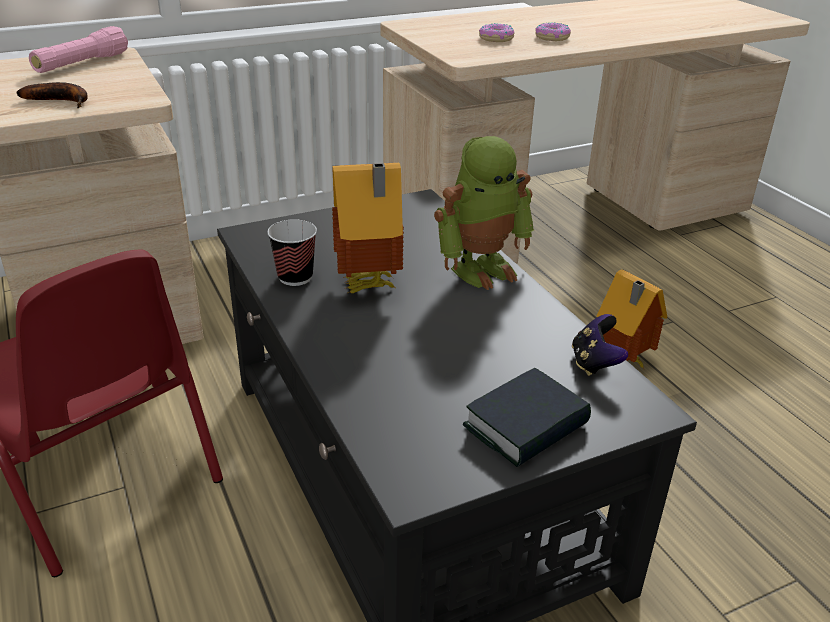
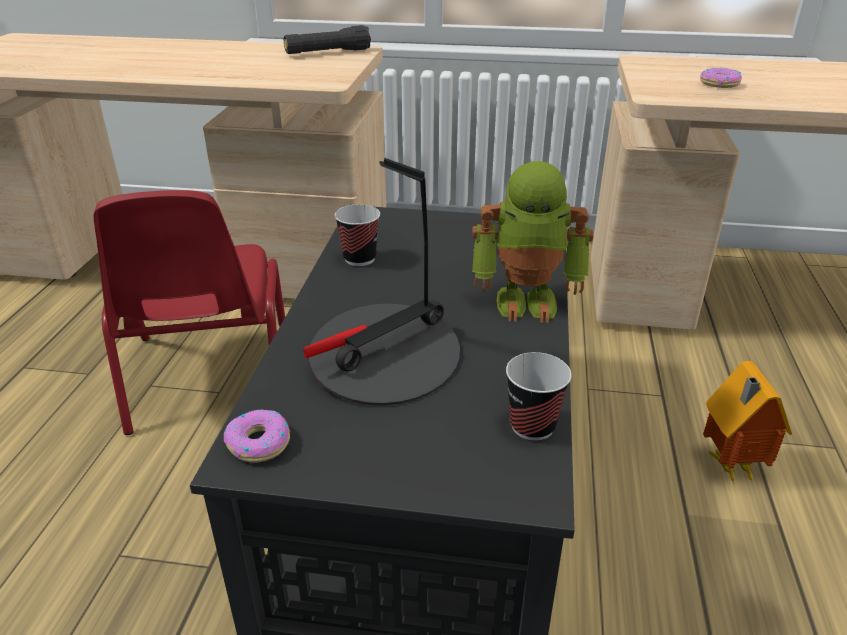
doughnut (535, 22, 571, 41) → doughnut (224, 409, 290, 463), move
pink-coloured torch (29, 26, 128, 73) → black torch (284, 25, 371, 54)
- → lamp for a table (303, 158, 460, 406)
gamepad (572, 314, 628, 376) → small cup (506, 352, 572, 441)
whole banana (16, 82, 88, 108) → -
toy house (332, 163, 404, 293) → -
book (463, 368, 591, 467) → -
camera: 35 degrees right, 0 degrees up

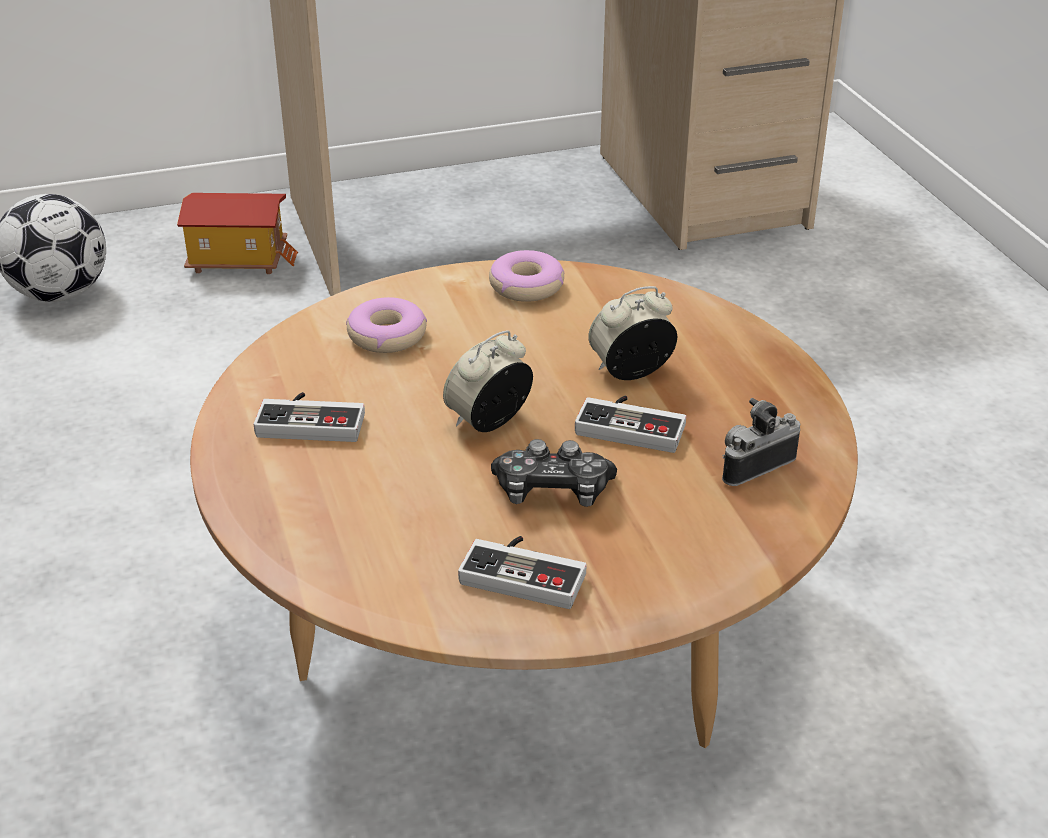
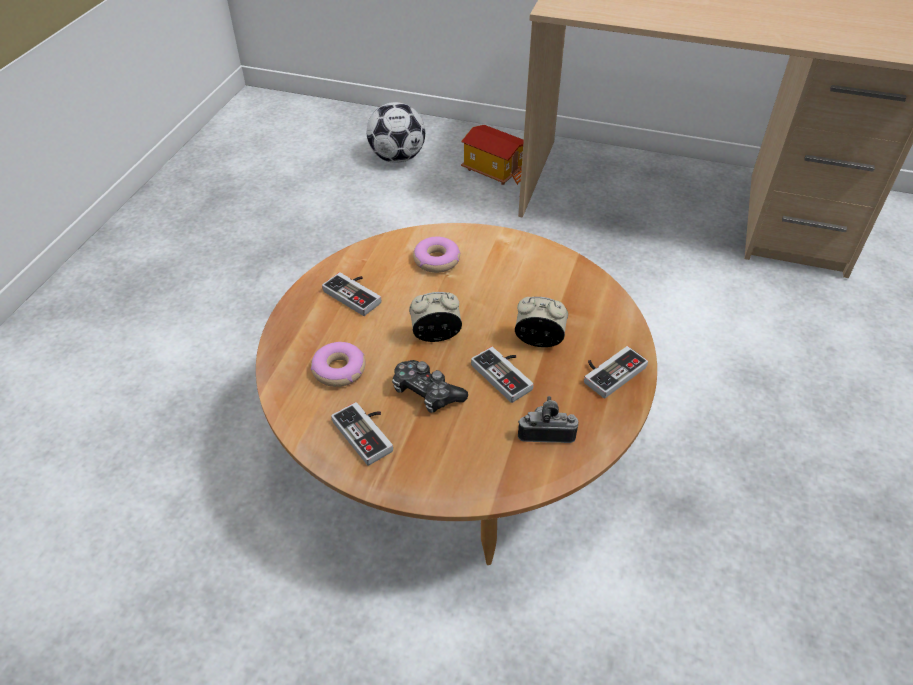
doughnut (489, 250, 564, 302) → doughnut (311, 342, 366, 387), move
- → gamepad (584, 346, 648, 398)
camera: 35 degrees right, 10 degrees up

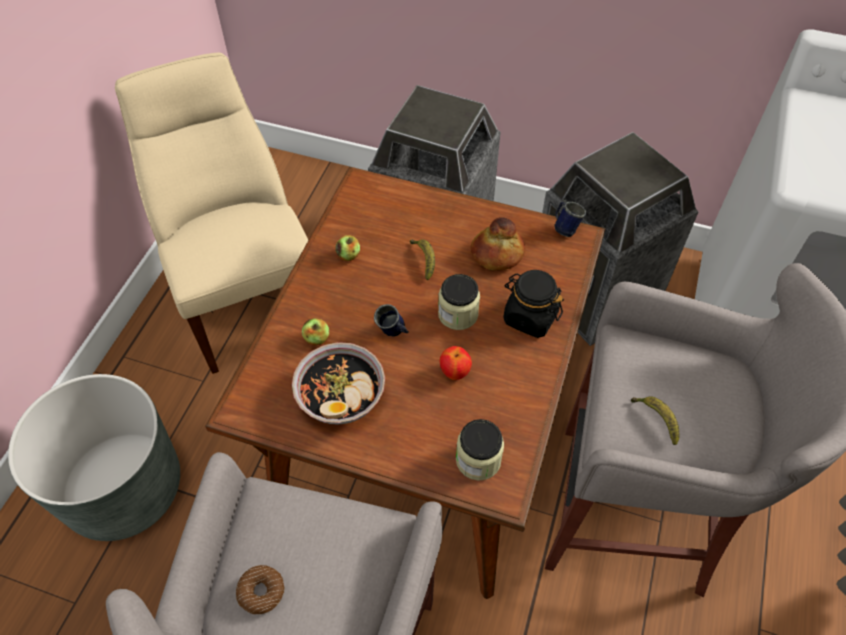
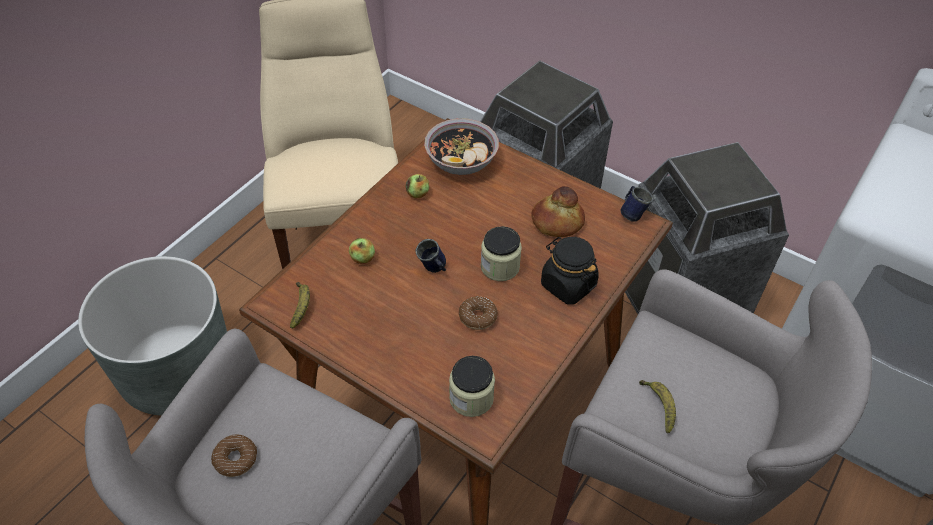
whole banana (410, 239, 435, 280) → whole banana (290, 282, 310, 328), move
serving bowl (292, 342, 385, 425) → serving bowl (424, 118, 499, 175), move
whole apple (440, 346, 472, 380) → doughnut (459, 296, 498, 330)
camera: 15 degrees right, 5 degrees down

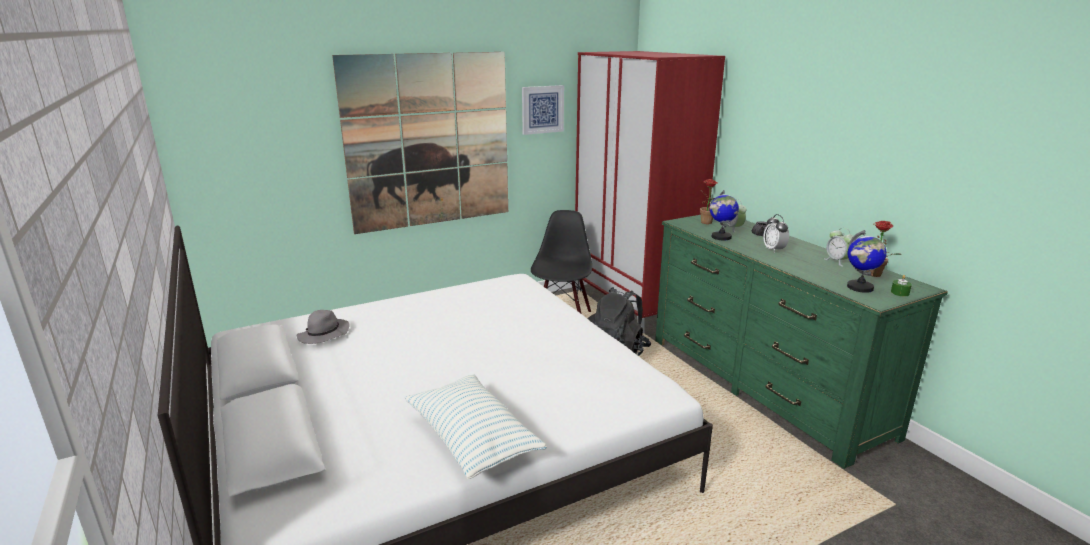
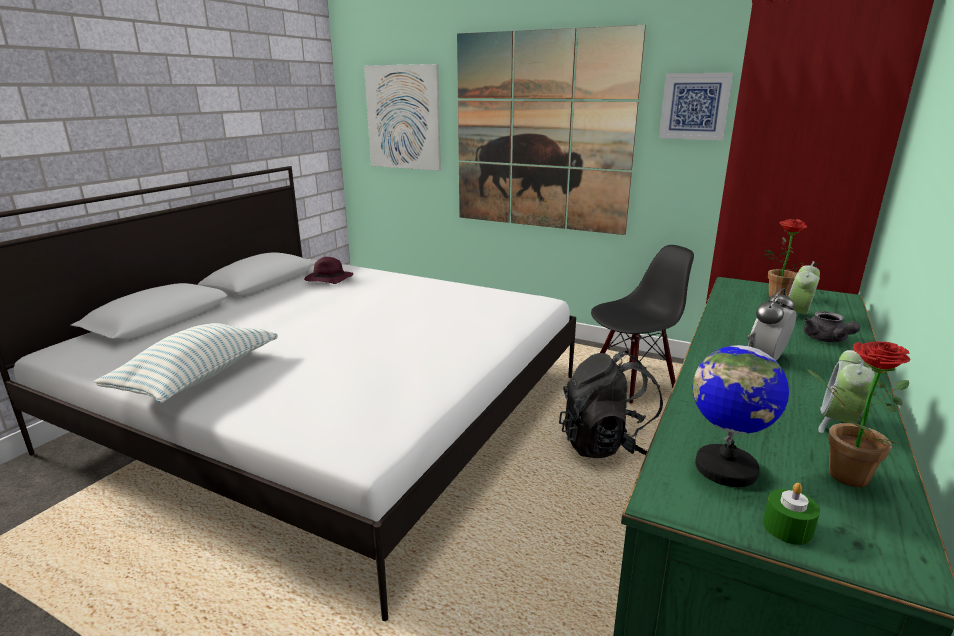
grey hat (296, 310, 349, 344) → purplish hat (304, 257, 353, 284)
- → wall picture (364, 64, 441, 171)
desk globe (710, 190, 739, 240) → -
camera: 55 degrees right, 0 degrees up

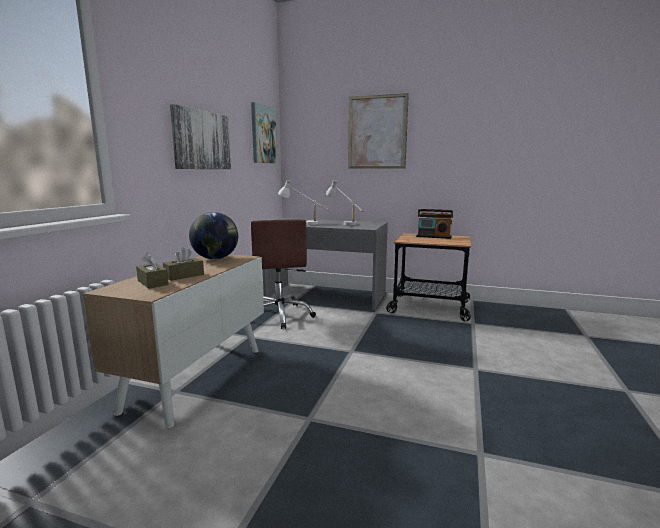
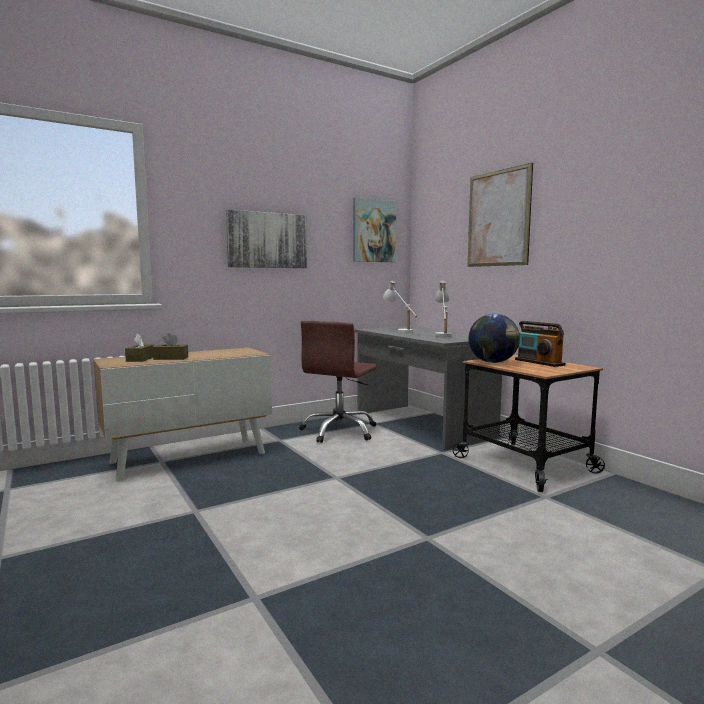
desk globe (189, 212, 238, 259) → desk globe (469, 314, 520, 363), move
camera: 40 degrees right, 5 degrees down

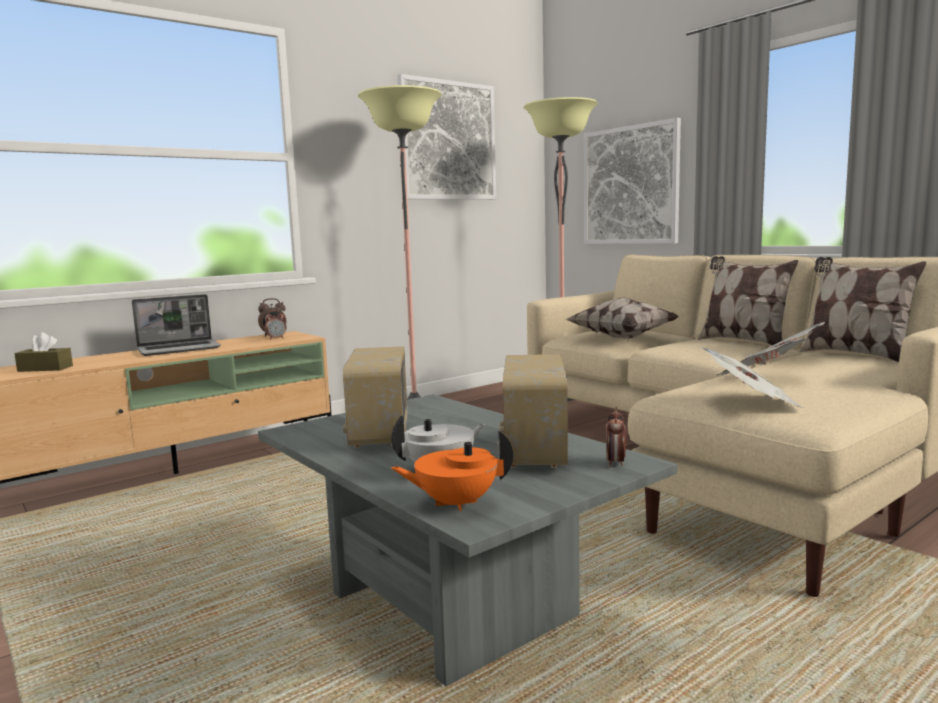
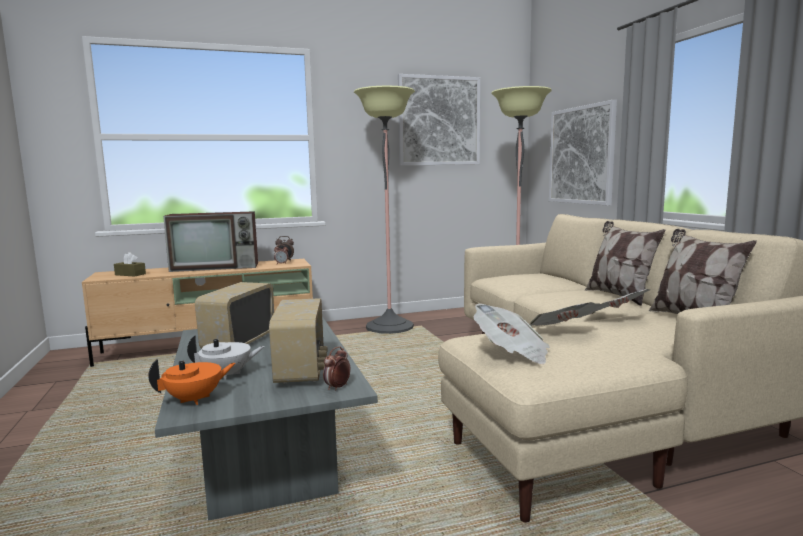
orange pot for tea (391, 430, 513, 511) → orange pot for tea (148, 359, 236, 405), 135 degrees clockwise
notebook computer (132, 294, 221, 356) → television (163, 211, 258, 272)
radio receiver (497, 354, 568, 468) → radio receiver (269, 298, 328, 384), 150 degrees clockwise
throw pillow (566, 297, 679, 339) → -
camera: 20 degrees right, 0 degrees up

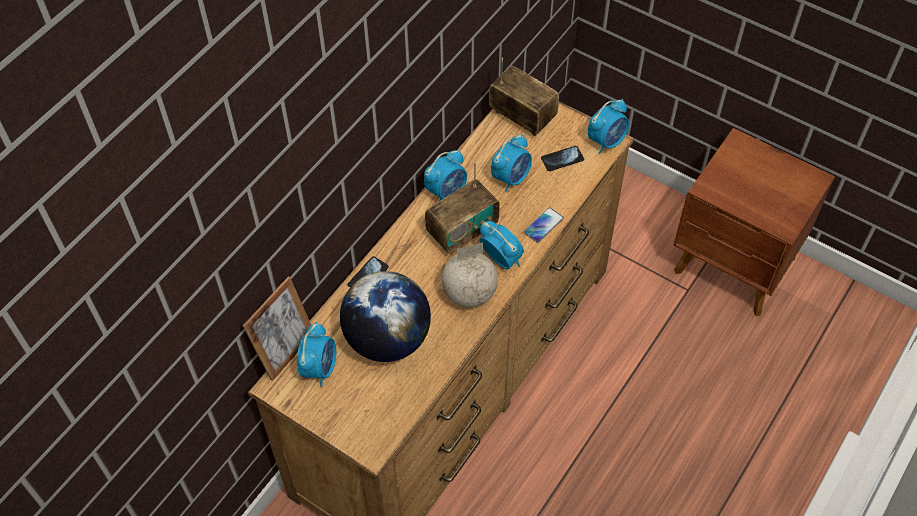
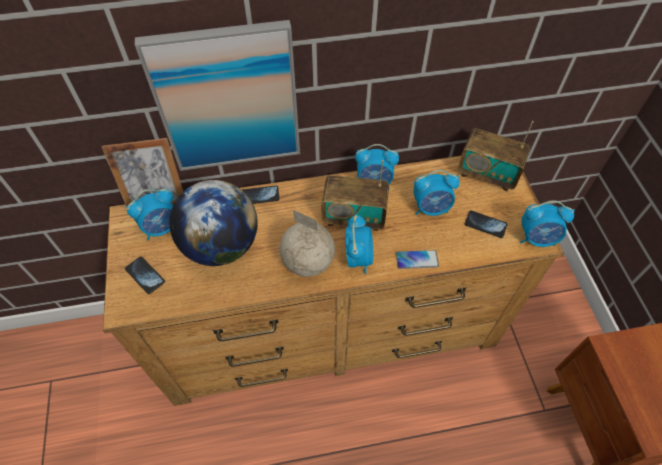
- → phone (125, 257, 165, 294)
- → wall picture (135, 20, 300, 171)
radio receiver (489, 57, 559, 136) → radio receiver (458, 121, 534, 192), 120 degrees clockwise
camera: 45 degrees right, 0 degrees up

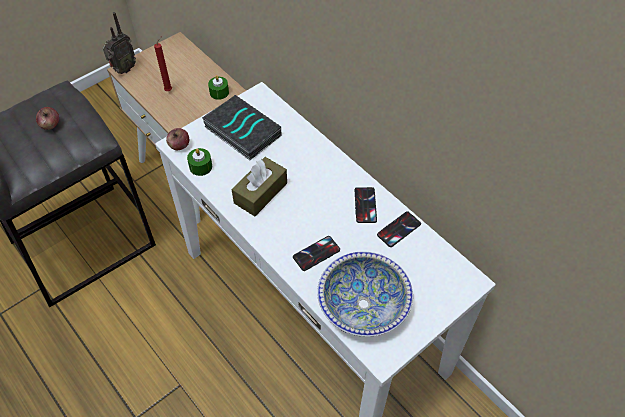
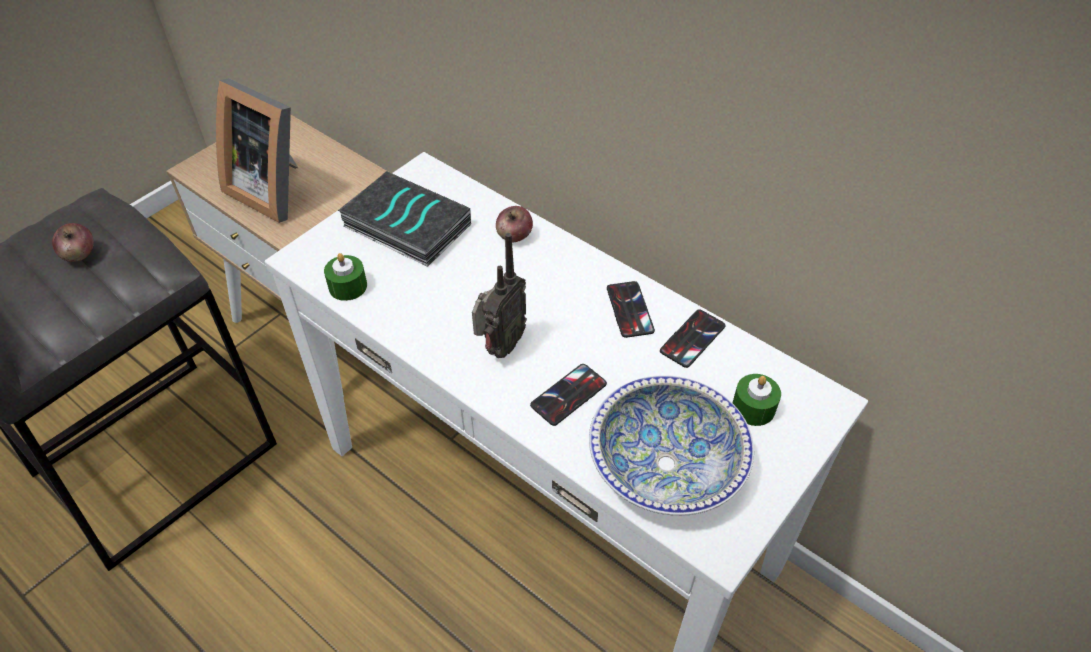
red candle (154, 36, 172, 91) → photo frame (216, 78, 298, 223)
radio receiver (103, 12, 136, 74) → radio receiver (472, 233, 527, 358), move
whole apple (166, 128, 189, 150) → whole apple (496, 206, 533, 242), move
green-coloured candle (208, 75, 229, 100) → green-coloured candle (732, 374, 781, 426), move
brownish tissue box (232, 157, 287, 216) → -
camera: 10 degrees left, 5 degrees down

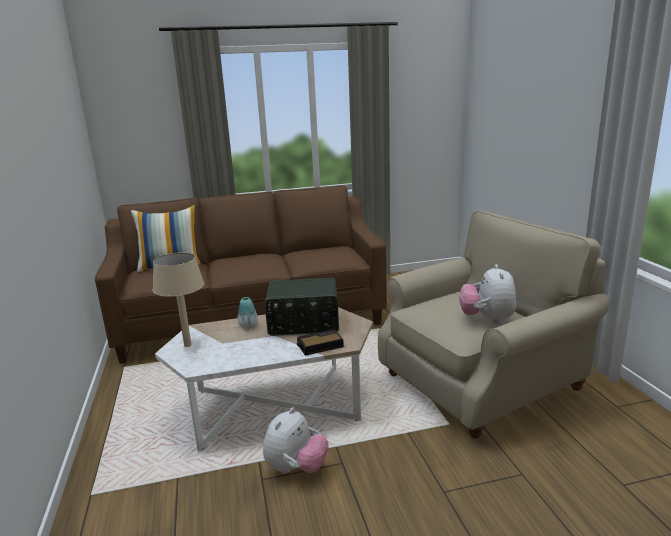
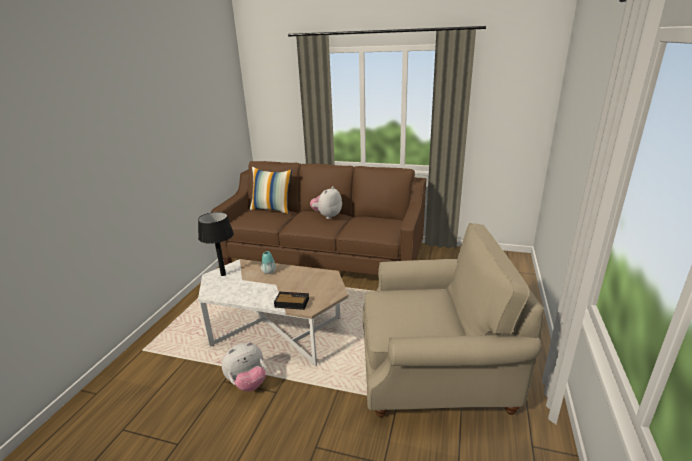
sand-coloured lamp for a table (153, 252, 204, 347) → black lamp for a table (198, 212, 234, 276)
plush toy (459, 264, 516, 324) → plush toy (310, 186, 342, 219), move
radio receiver (265, 278, 339, 336) → -
camera: 30 degrees right, 5 degrees up

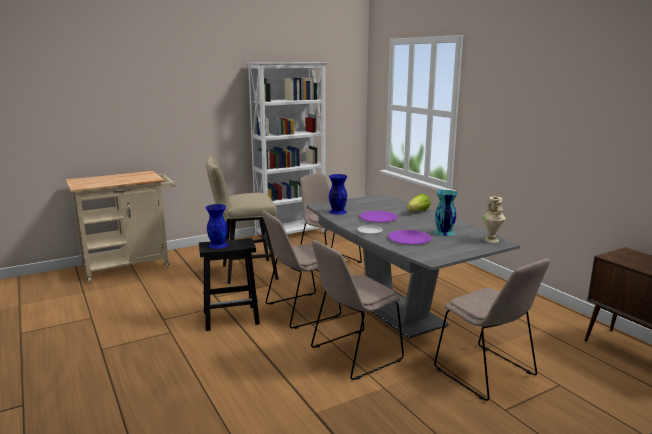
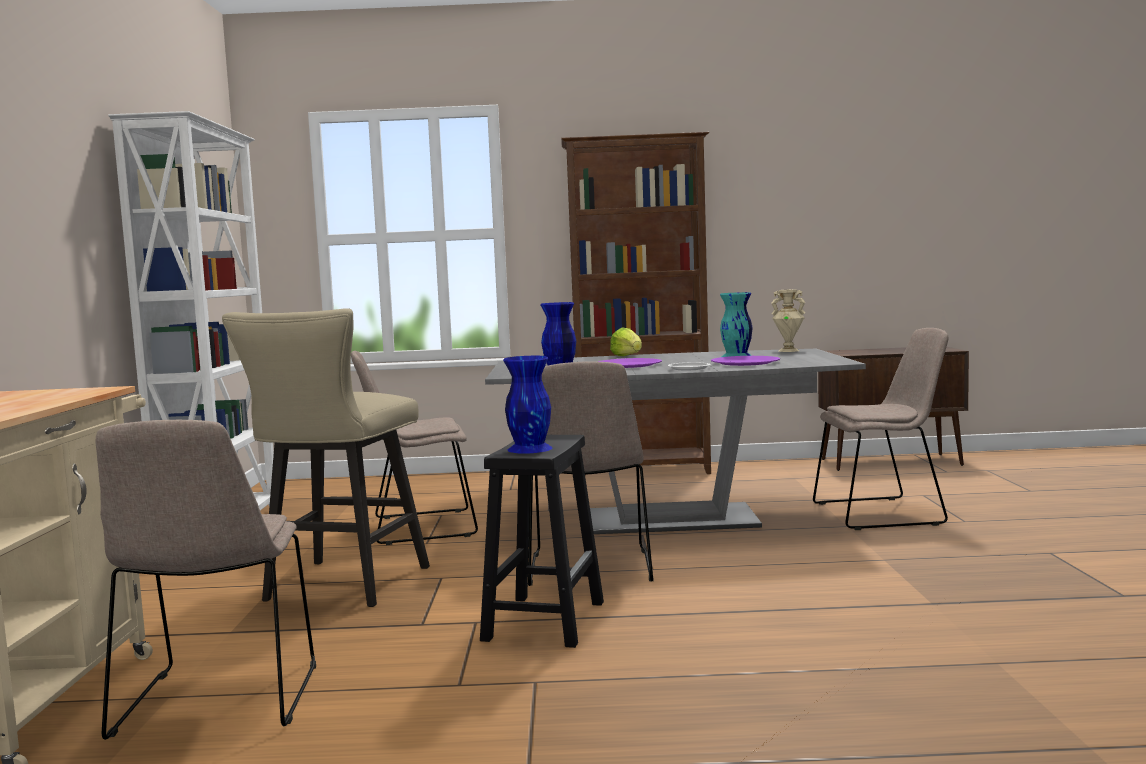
sand-coloured plain chair (311, 240, 404, 380) → sand-coloured plain chair (96, 420, 316, 740), move
- → brownish bookshelf (561, 132, 711, 475)
camera: 60 degrees left, 10 degrees down

